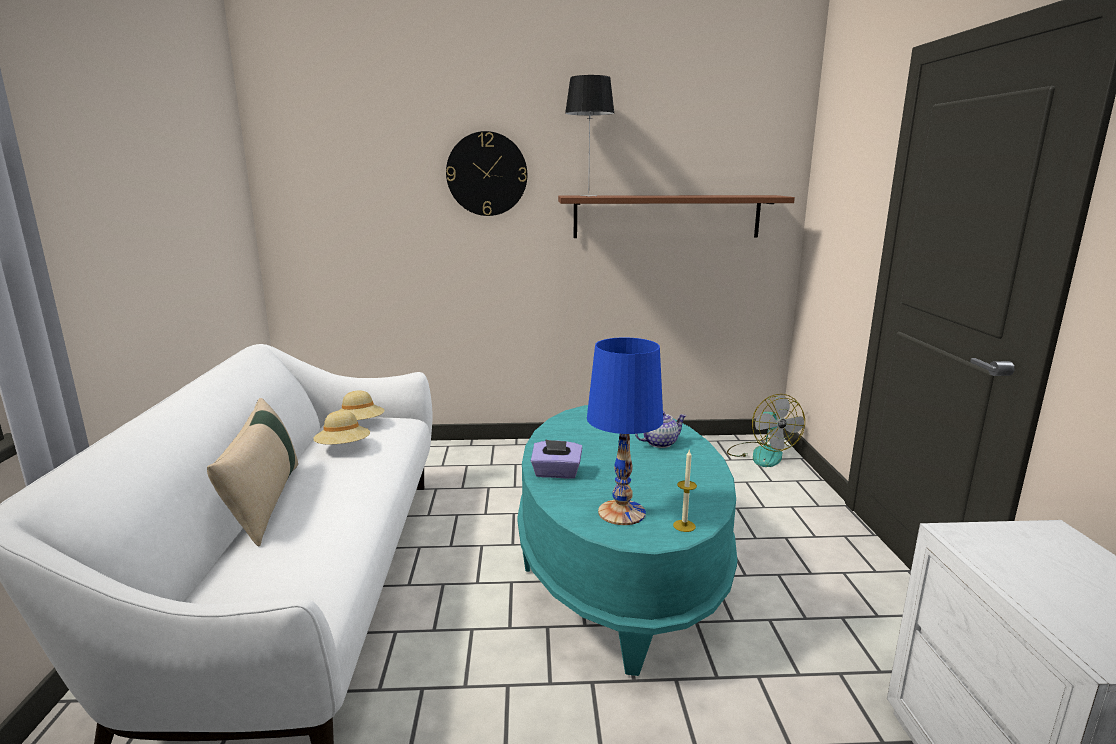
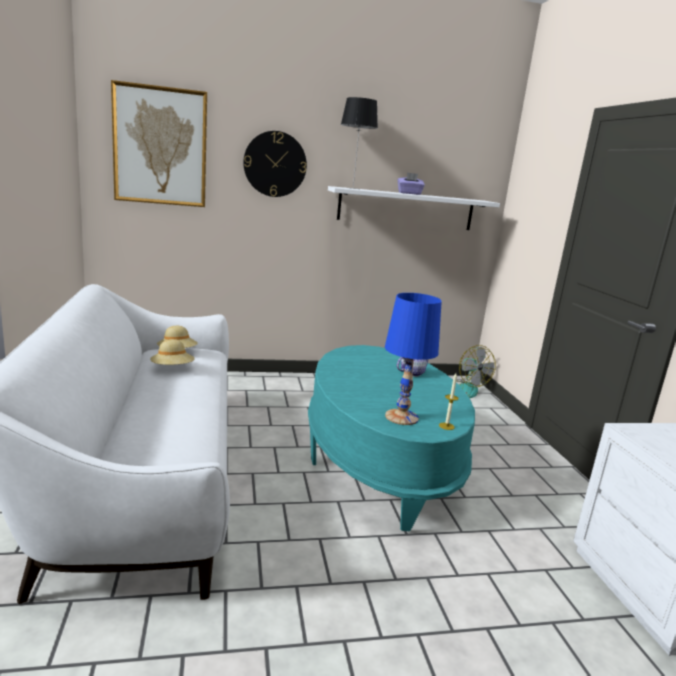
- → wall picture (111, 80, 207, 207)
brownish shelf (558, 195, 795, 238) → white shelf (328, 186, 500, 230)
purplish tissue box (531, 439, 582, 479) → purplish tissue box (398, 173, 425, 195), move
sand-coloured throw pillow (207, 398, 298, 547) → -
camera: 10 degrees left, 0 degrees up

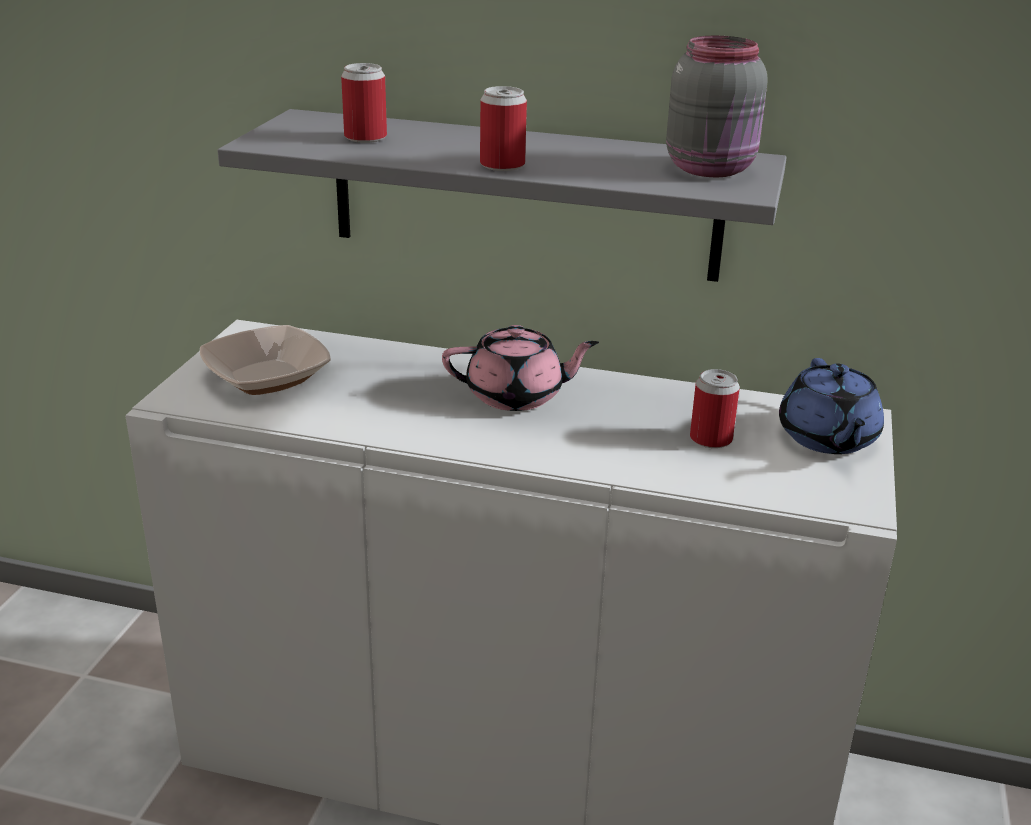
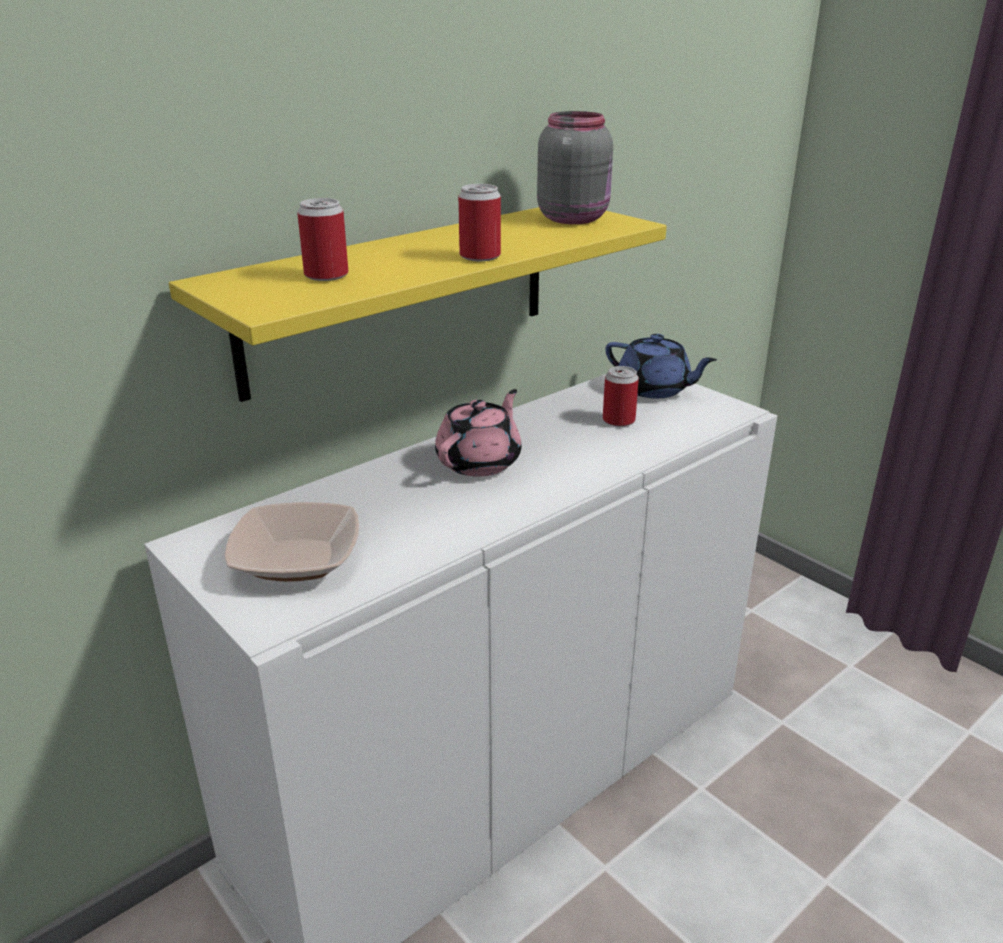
grey shelf (217, 109, 787, 282) → yellow shelf (169, 207, 667, 402)
camera: 55 degrees left, 0 degrees up

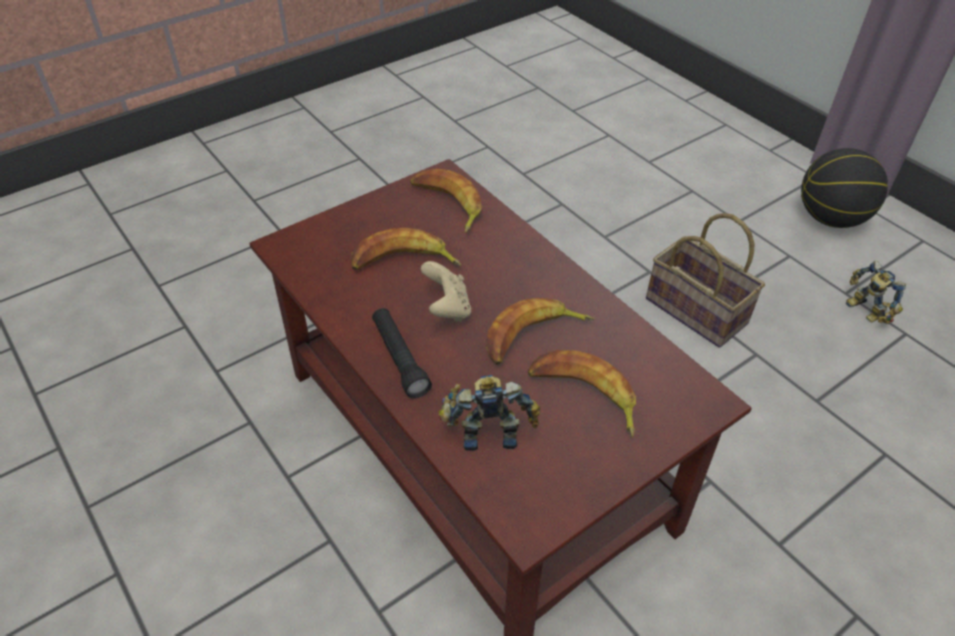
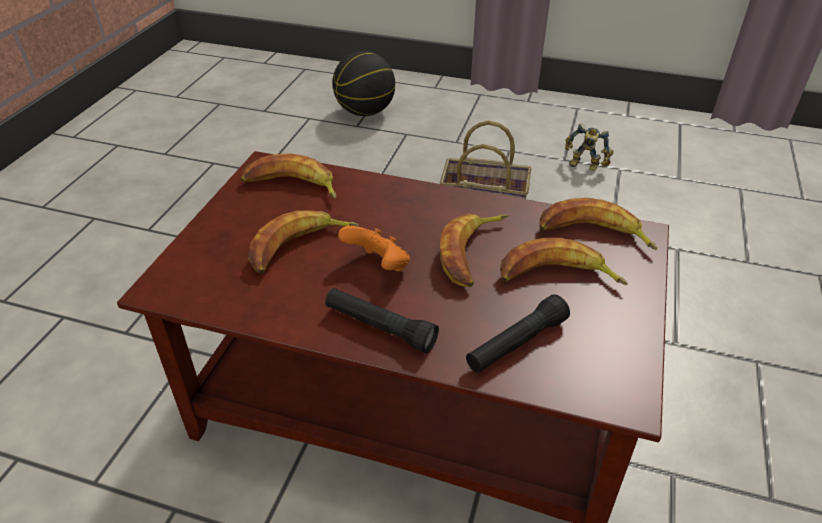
ball for basketball (801, 148, 888, 228) → ball for basketball (332, 51, 395, 116), move
sand-coloured gamepad (421, 261, 471, 322) → orange gamepad (338, 226, 410, 271)
model robot (439, 375, 540, 451) → black torch (466, 294, 570, 373)
- → whole banana (539, 198, 657, 250)
camera: 35 degrees left, 5 degrees down

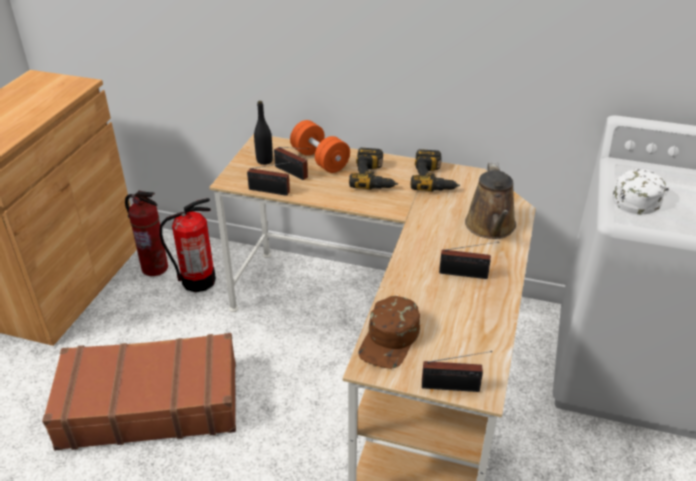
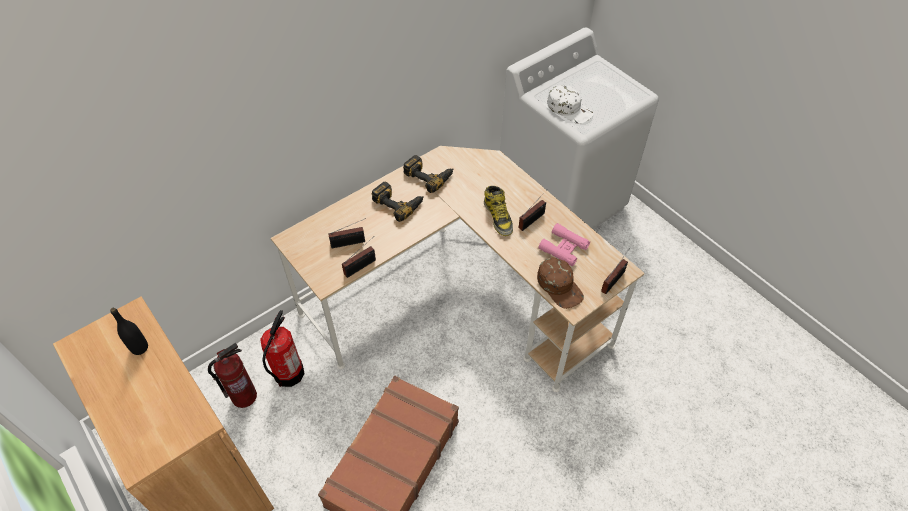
black beverage bottle (254, 101, 273, 165) → black beverage bottle (110, 308, 148, 355), move
- → high-top boot (484, 186, 513, 236)
- → pink-coloured binoculars (538, 223, 590, 266)
white baseball cap (613, 169, 669, 214) → white baseball cap (547, 85, 594, 124), 150 degrees clockwise
orange free weight (290, 120, 350, 173) → -
brownish sprinkling can (465, 163, 516, 239) → -
camera: 55 degrees left, 15 degrees up

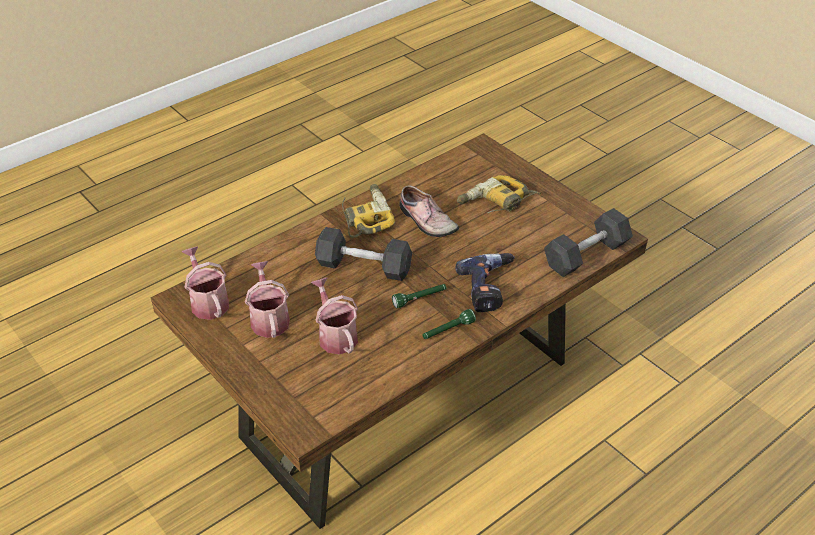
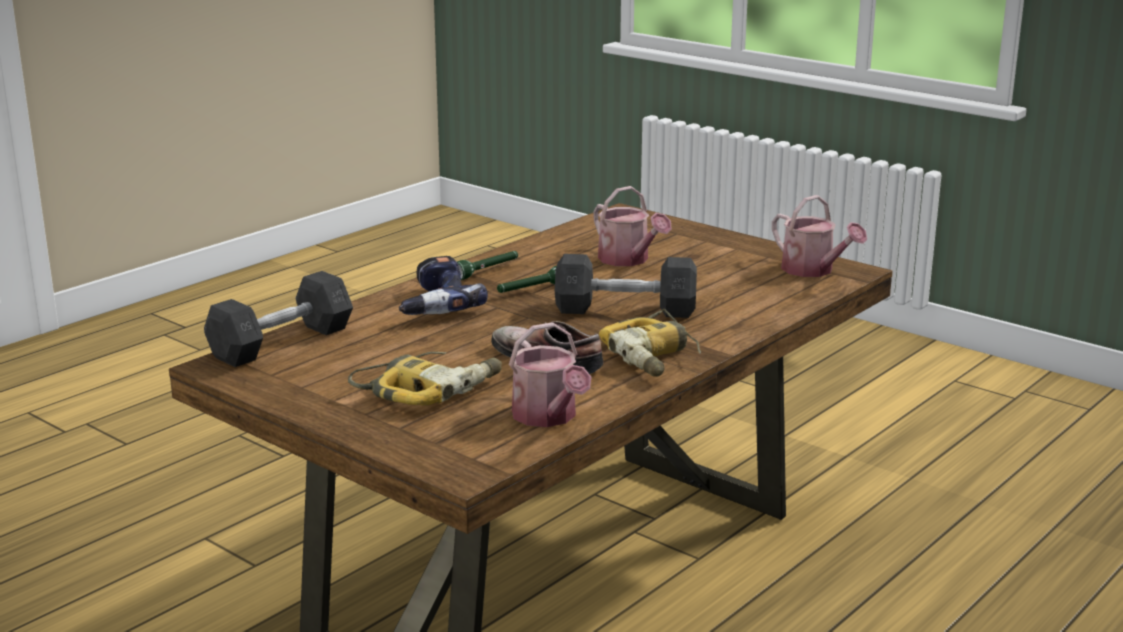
sprinkling can (245, 261, 290, 338) → sprinkling can (509, 322, 591, 427), move
camera: 170 degrees right, 20 degrees down

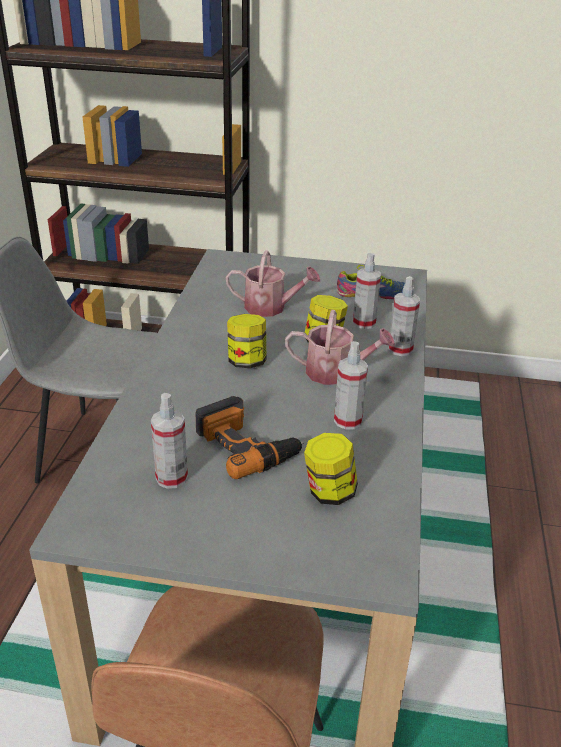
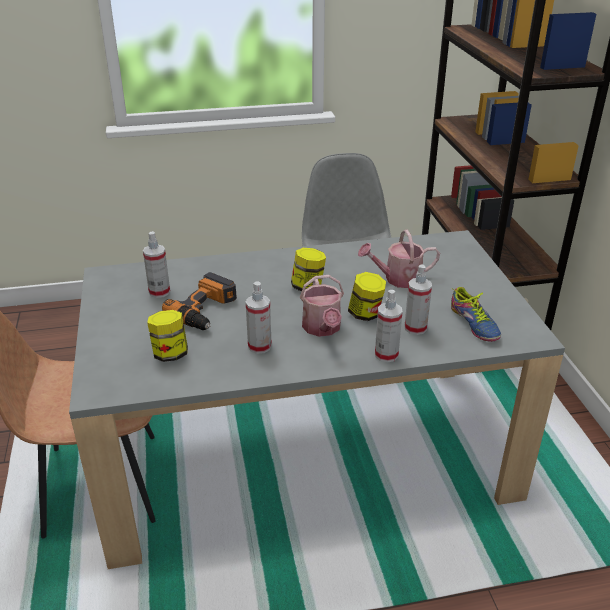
sprinkling can (226, 250, 320, 317) → sprinkling can (358, 230, 440, 288), 90 degrees clockwise
camera: 70 degrees right, 0 degrees up

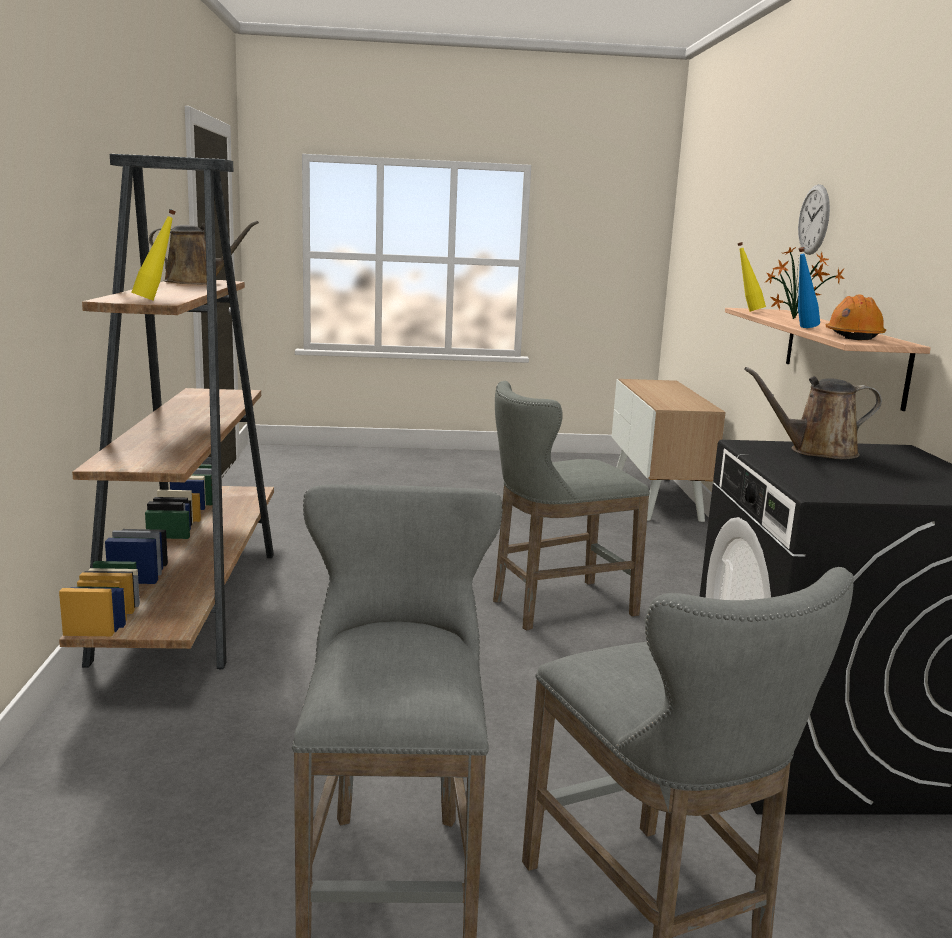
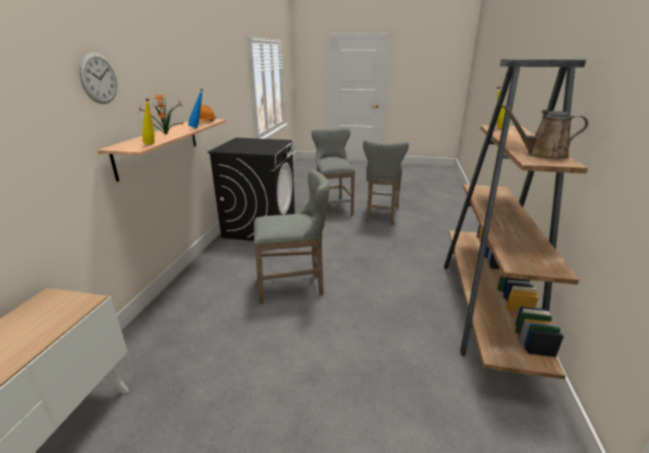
brownish sprinkling can (744, 367, 882, 459) → -
camera: 165 degrees left, 10 degrees up

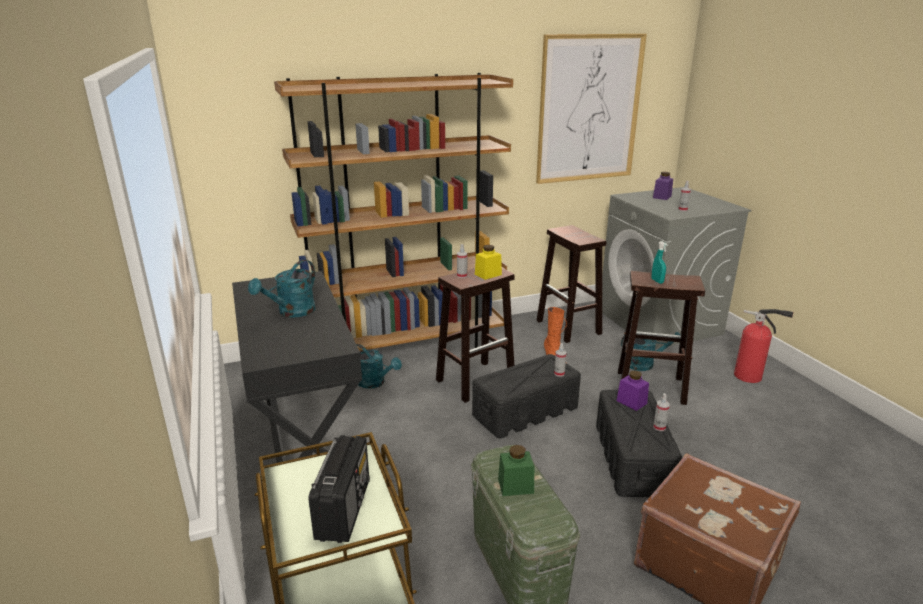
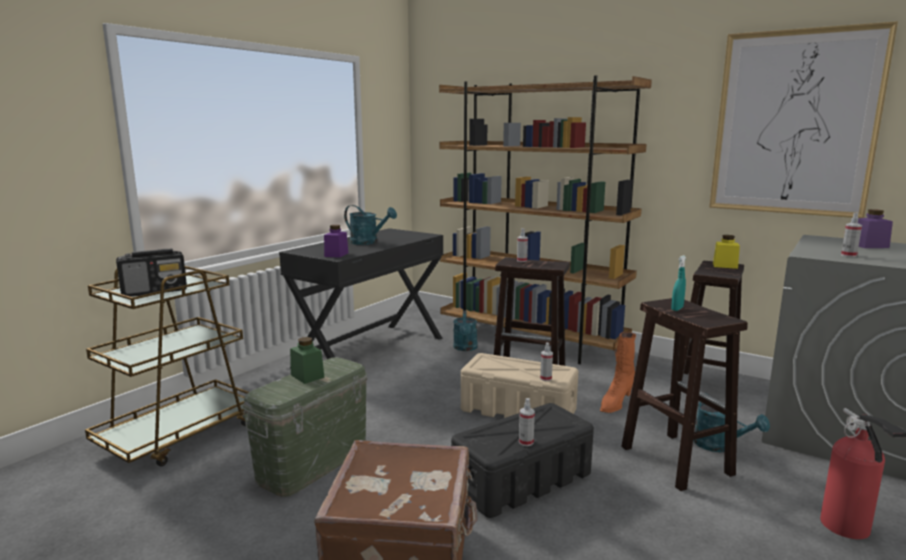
purplish storage jar (616, 370, 649, 411) → purplish storage jar (324, 225, 348, 258), move
turquoise sprinkling can (248, 260, 315, 318) → turquoise sprinkling can (344, 205, 397, 245), 150 degrees counterclockwise
black storage bin (472, 354, 581, 438) → sand-coloured storage bin (461, 353, 578, 418)
yellow storage jar (475, 245, 502, 280) → yellow storage jar (713, 235, 740, 269), move
camera: 55 degrees right, 10 degrees down

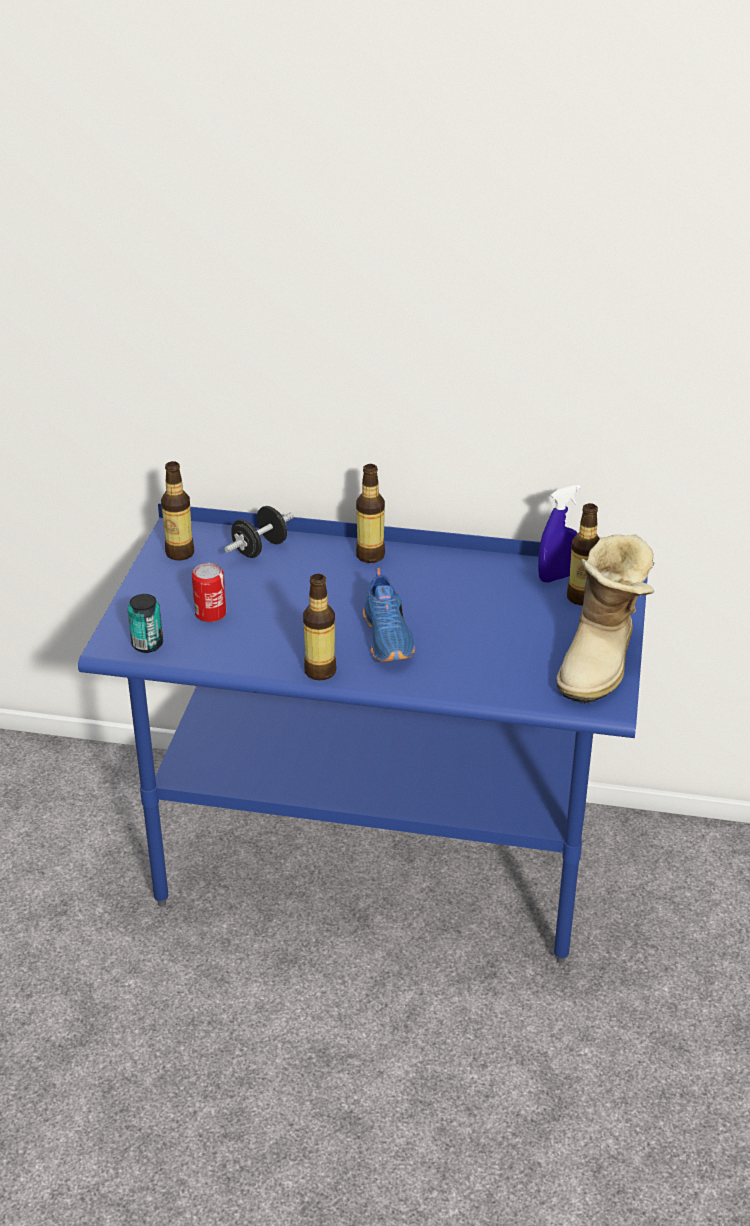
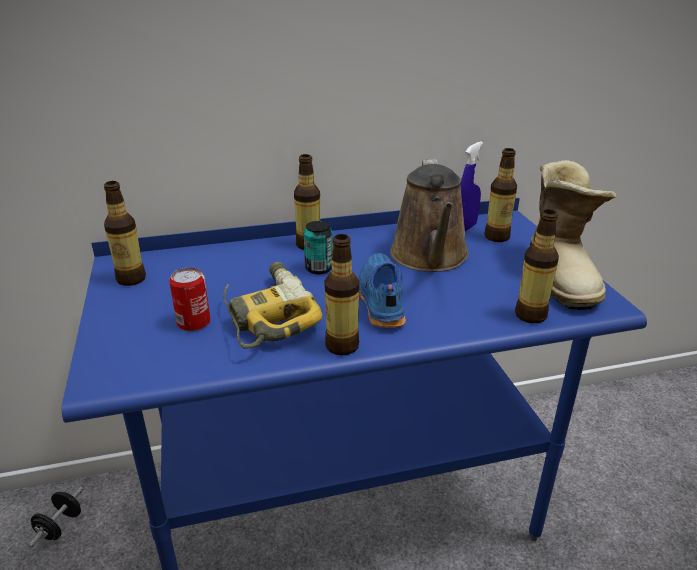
black free weight (225, 506, 294, 558) → black free weight (28, 487, 83, 548), move
- → drill (223, 262, 323, 349)
metal can (128, 594, 163, 653) → metal can (304, 221, 333, 274), move
blue-coloured item of footwear (363, 568, 415, 662) → blue-coloured item of footwear (358, 253, 406, 328), 150 degrees counterclockwise
- → brownish sprinkling can (390, 159, 469, 272)
- → beverage bottle (515, 210, 559, 323)
camera: 25 degrees left, 5 degrees down

